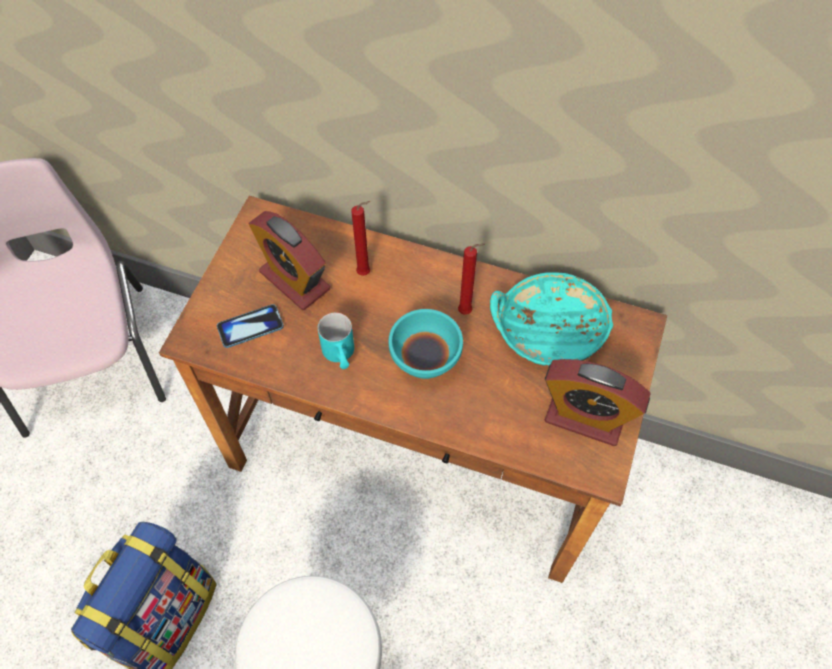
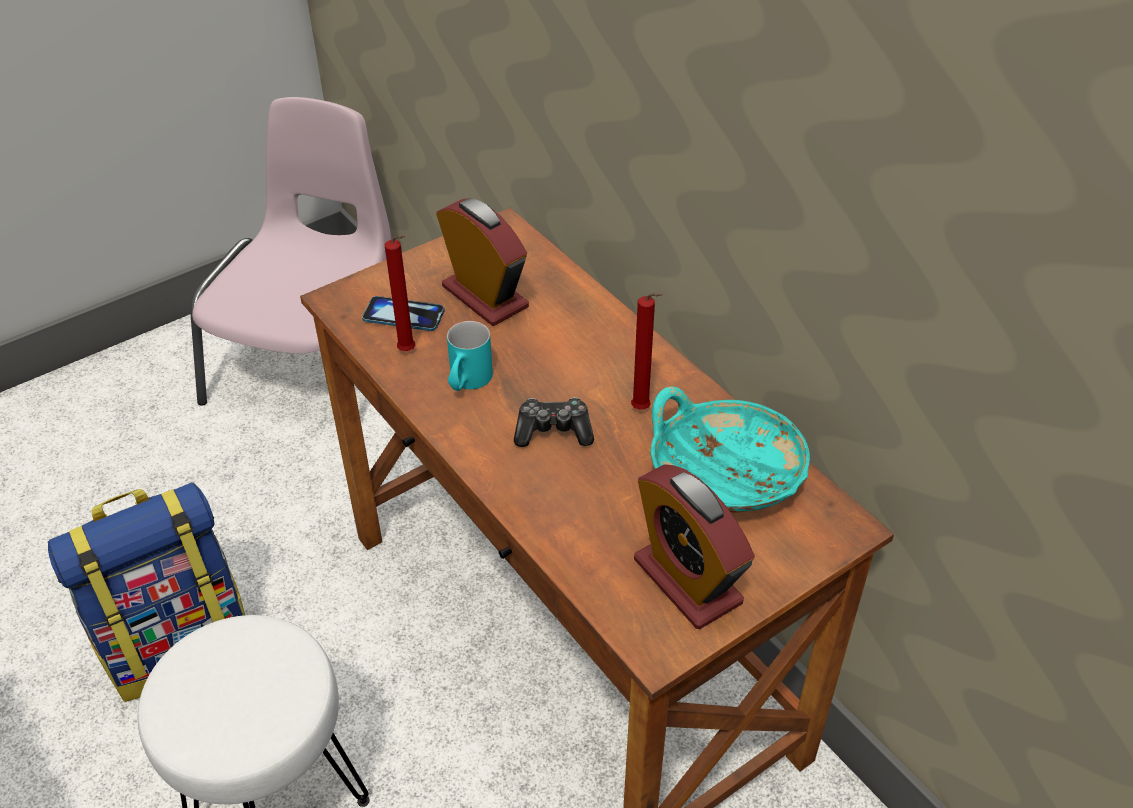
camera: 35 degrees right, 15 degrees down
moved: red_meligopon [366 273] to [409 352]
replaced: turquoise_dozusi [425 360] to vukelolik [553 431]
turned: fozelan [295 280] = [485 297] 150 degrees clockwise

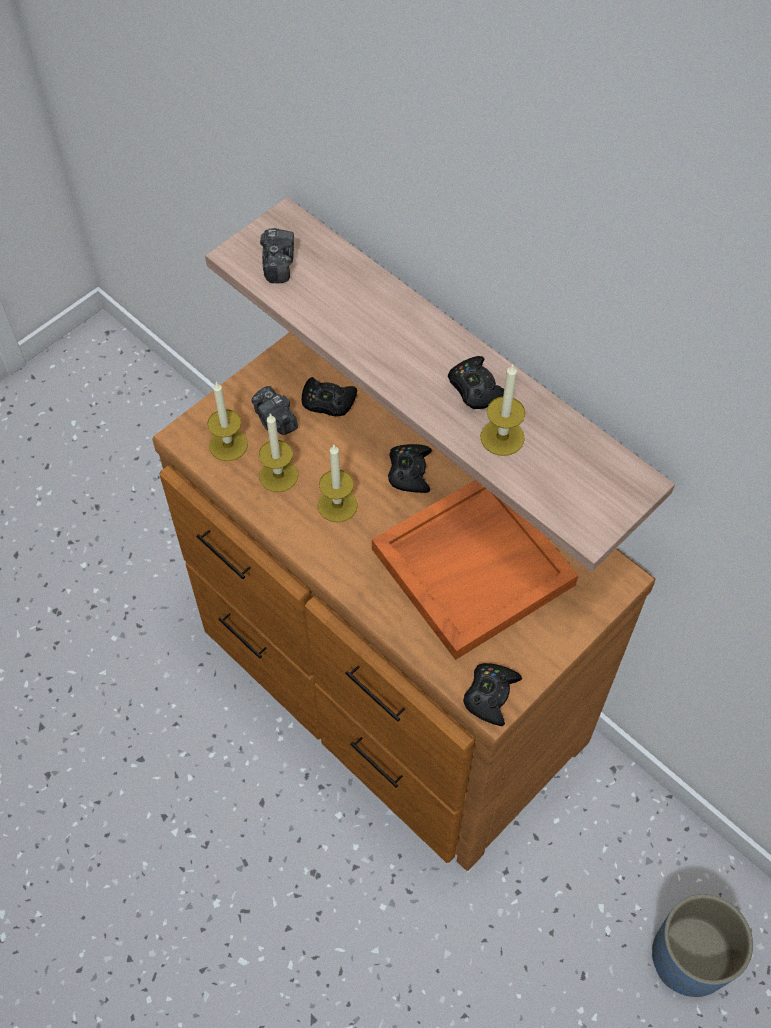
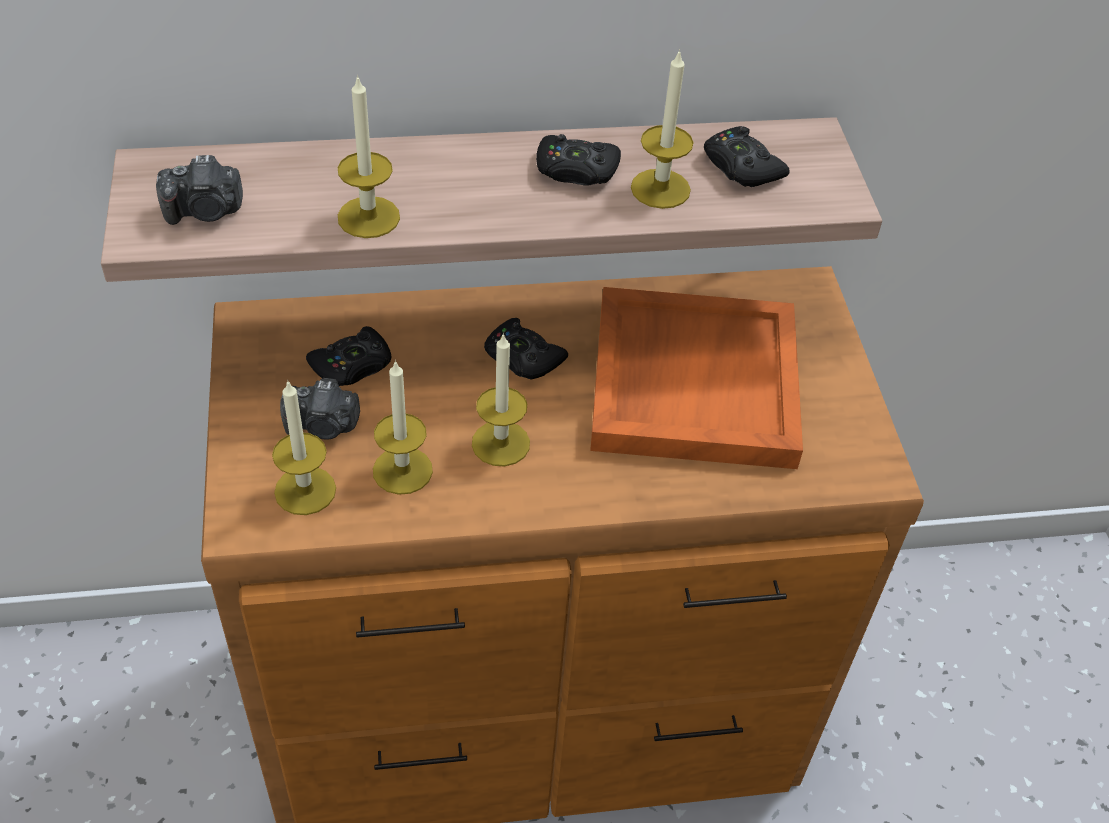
camera: 55 degrees left, 10 degrees down
removed: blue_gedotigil [689 957]
added: meligopon [368 217]
moved: black_vukelolik [490 695] to [741 166]
turned: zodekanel [278 264] = [205 211] 135 degrees clockwise

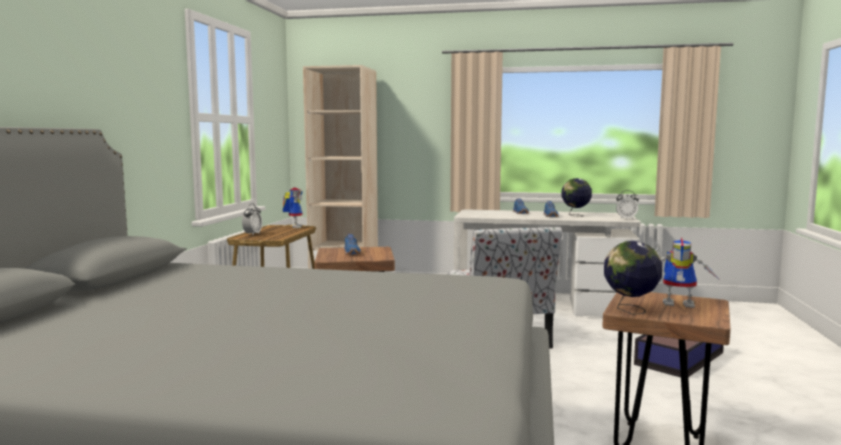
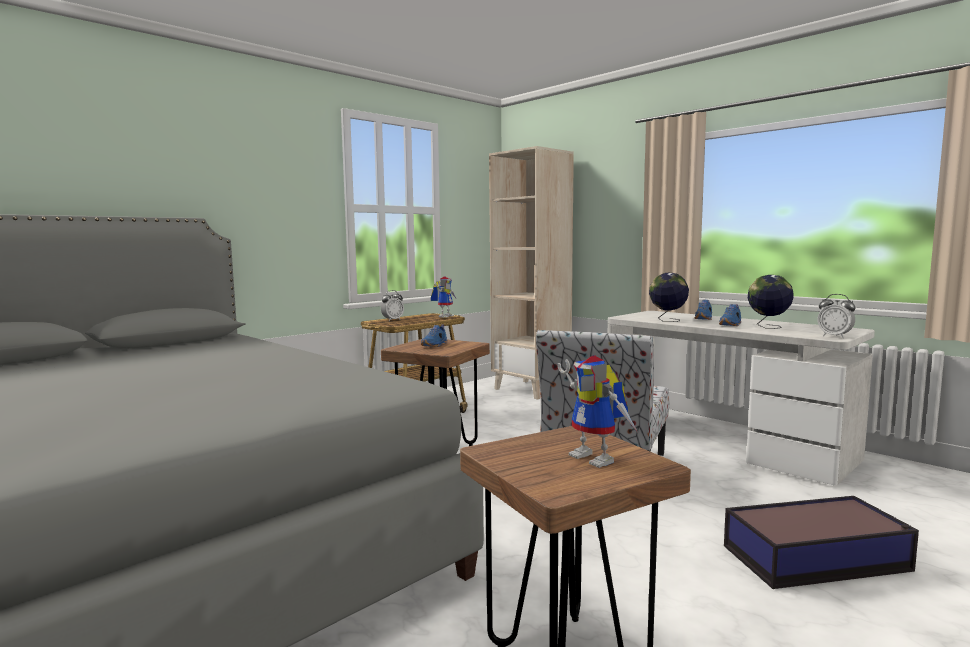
camera: 35 degrees right, 0 degrees up
moved: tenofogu [630 310] to [667 320]

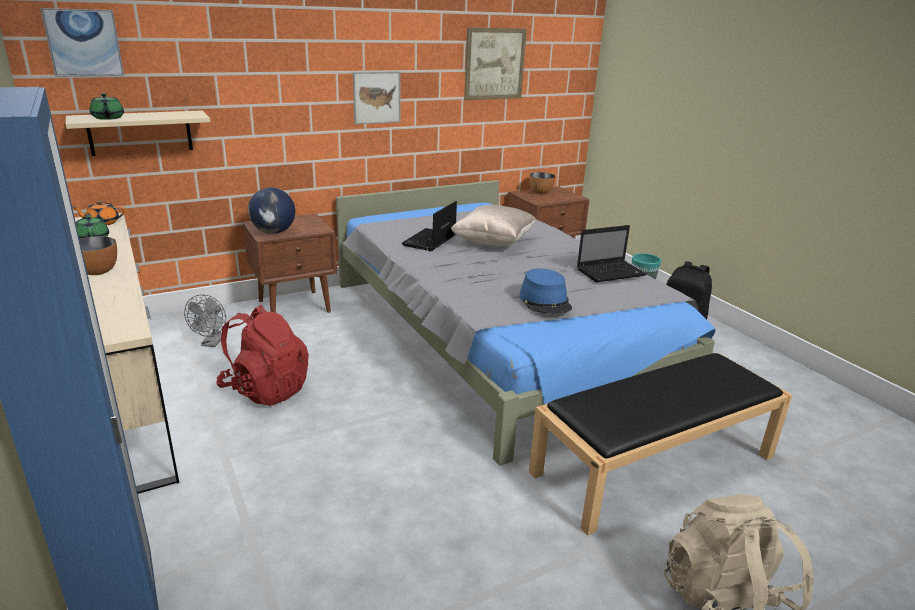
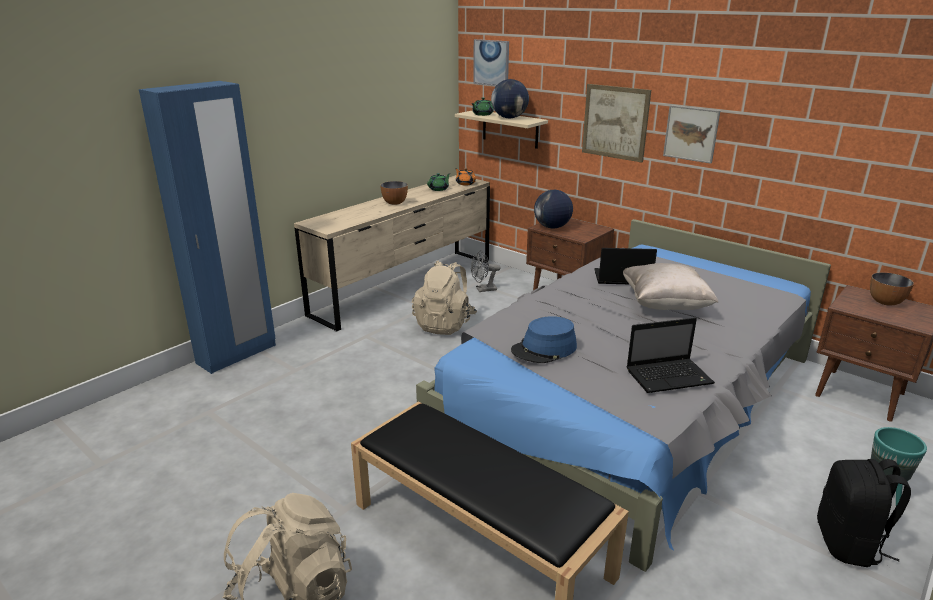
camera: 70 degrees right, 0 degrees up
added: tenofogu [509 118]
moved: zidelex [494 64] to [615 122]
recoloured: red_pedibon [266 389] to beige_pedibon [445 324]
turned: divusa [611 272] = [670 376] 60 degrees counterclockwise

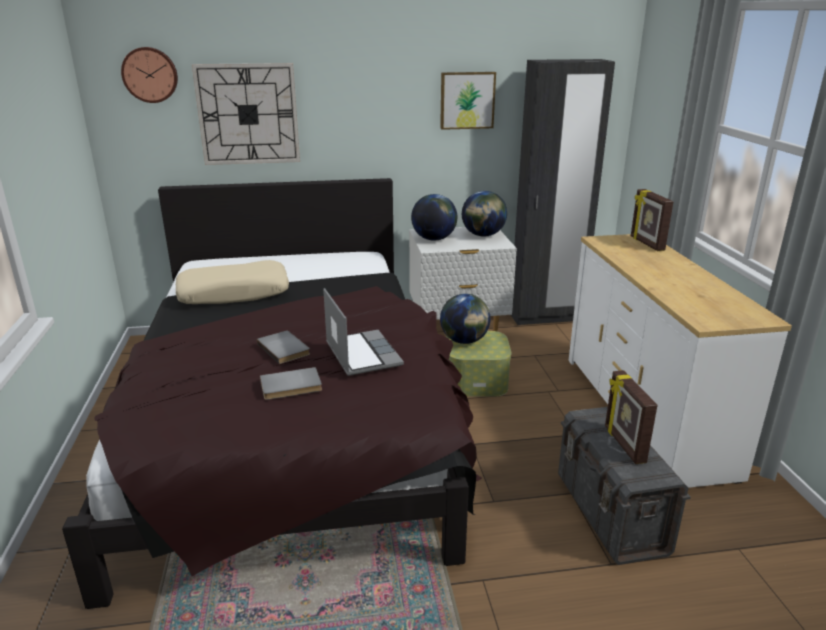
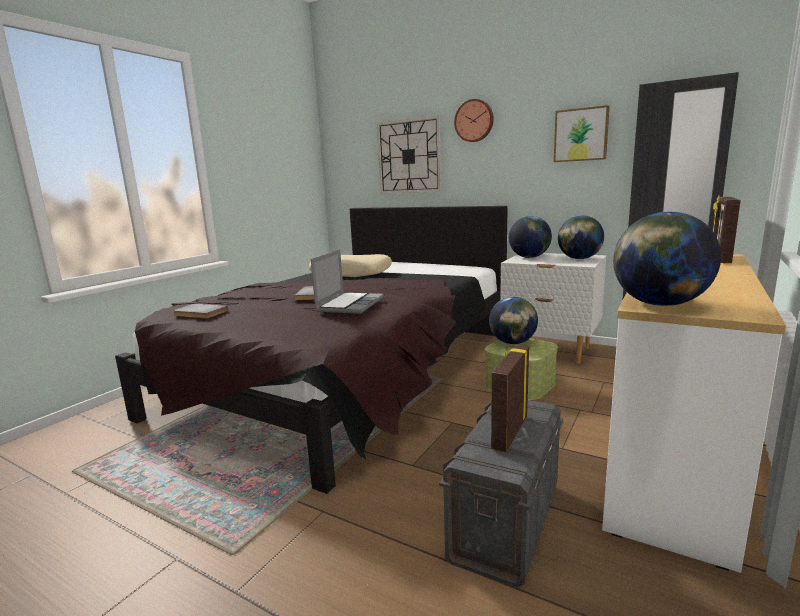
camera: 40 degrees right, 10 degrees down
added: tenofogu [659 304]
moved: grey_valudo [291 387] to [199 313]; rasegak [150 75] to [474 121]

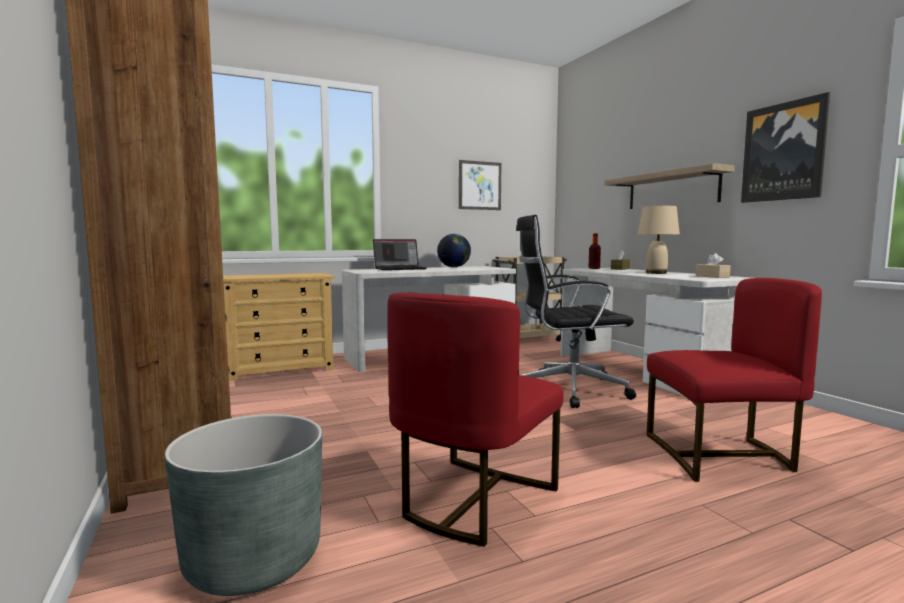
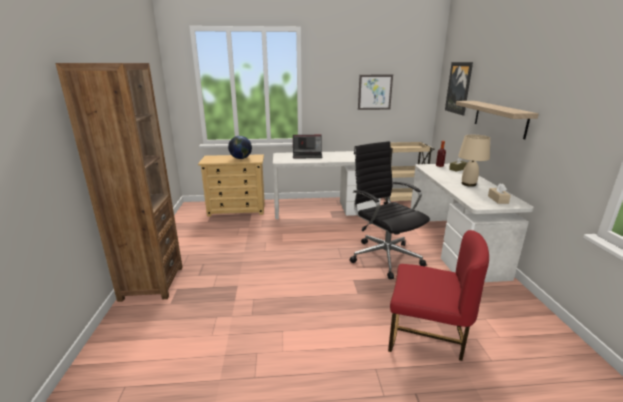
camera: 20 degrees right, 15 degrees up
removed: grey_gedotigil [253 560]; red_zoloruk [474 500]
moved: tenofogu [454 267] to [241 158]; zidelex [783 152] to [459 88]
turned: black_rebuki [568 390] = [384 256] 45 degrees clockwise

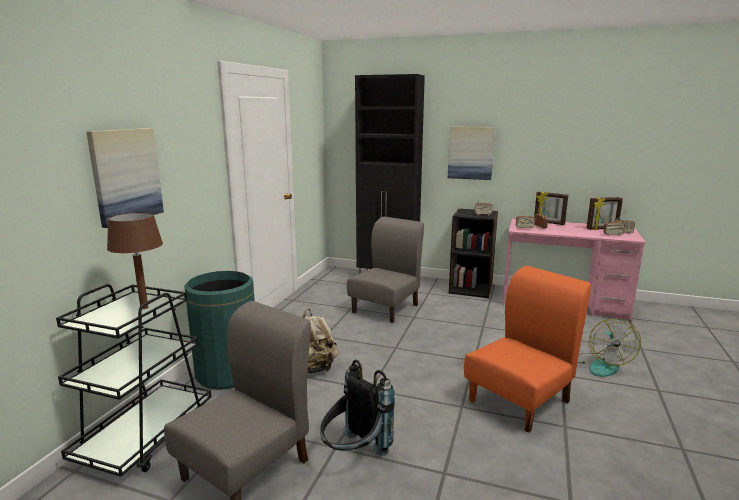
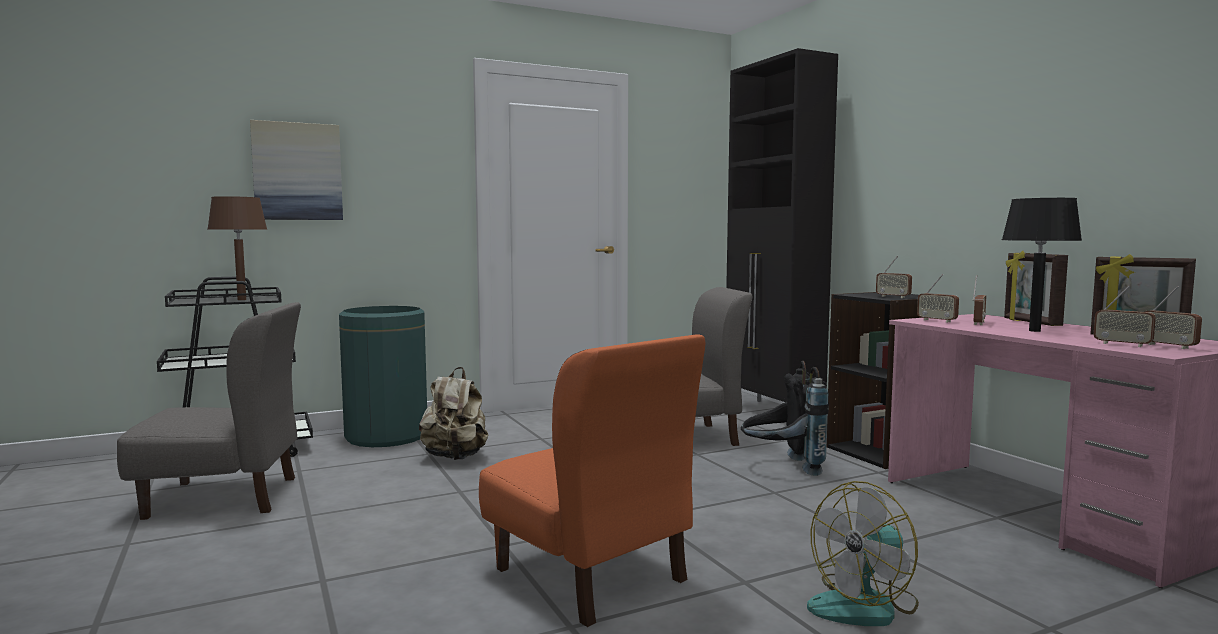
camera: 45 degrees right, 10 degrees down
removed: zidelex [471 153]
added: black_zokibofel [1034 331]
moved: black_pedibon [354 455] to [782 467]
turned: orange_zoloruk [520 401] = [590 575] 45 degrees clockwise

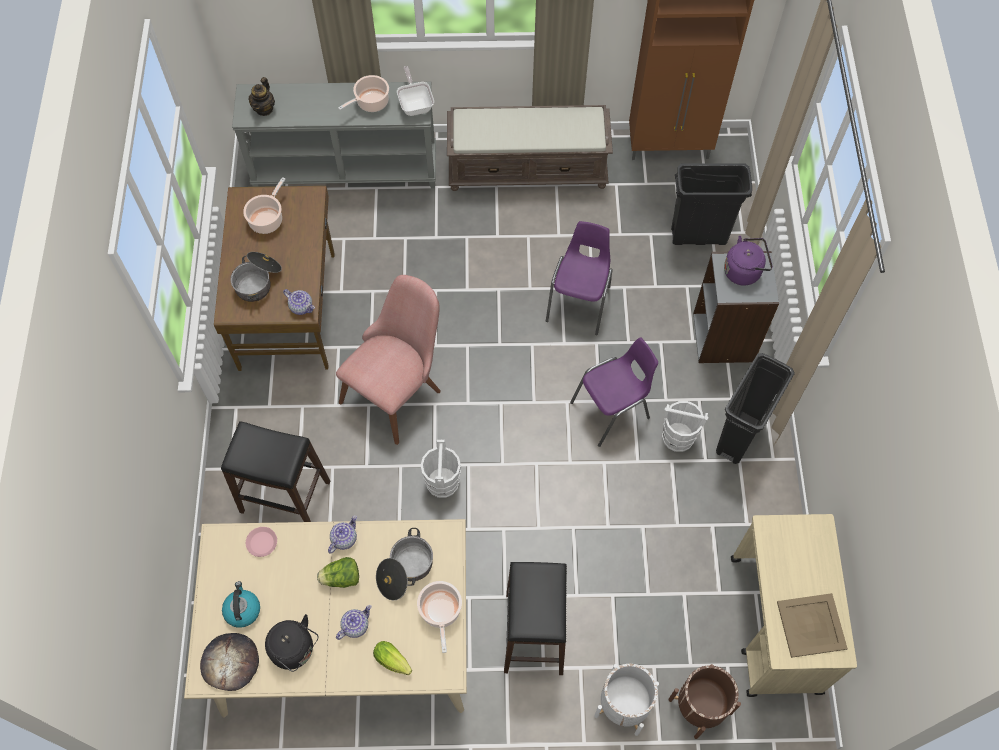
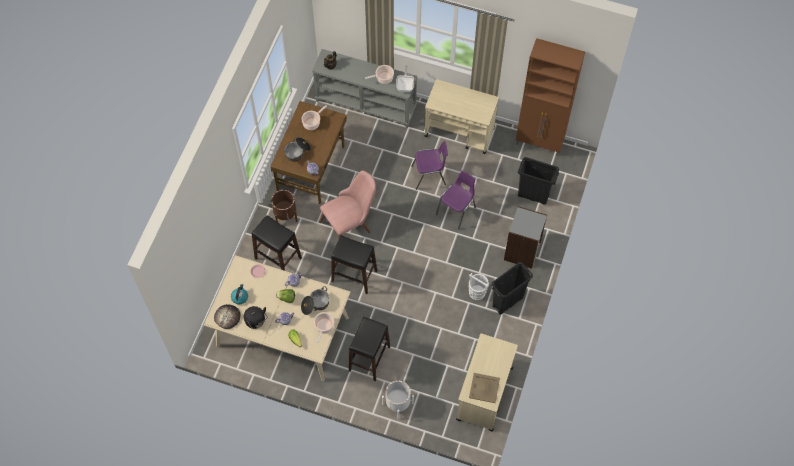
camera: 20 degrees right, 0 degrees up
removed: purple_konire [744 271]
moved: brown_gedotigil [700 706] to [285 214]; purple_zoloruk [612 410] to [429 175]
replaced: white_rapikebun [442 482] to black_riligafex [354 276]; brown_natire [528 169] to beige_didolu [460 132]

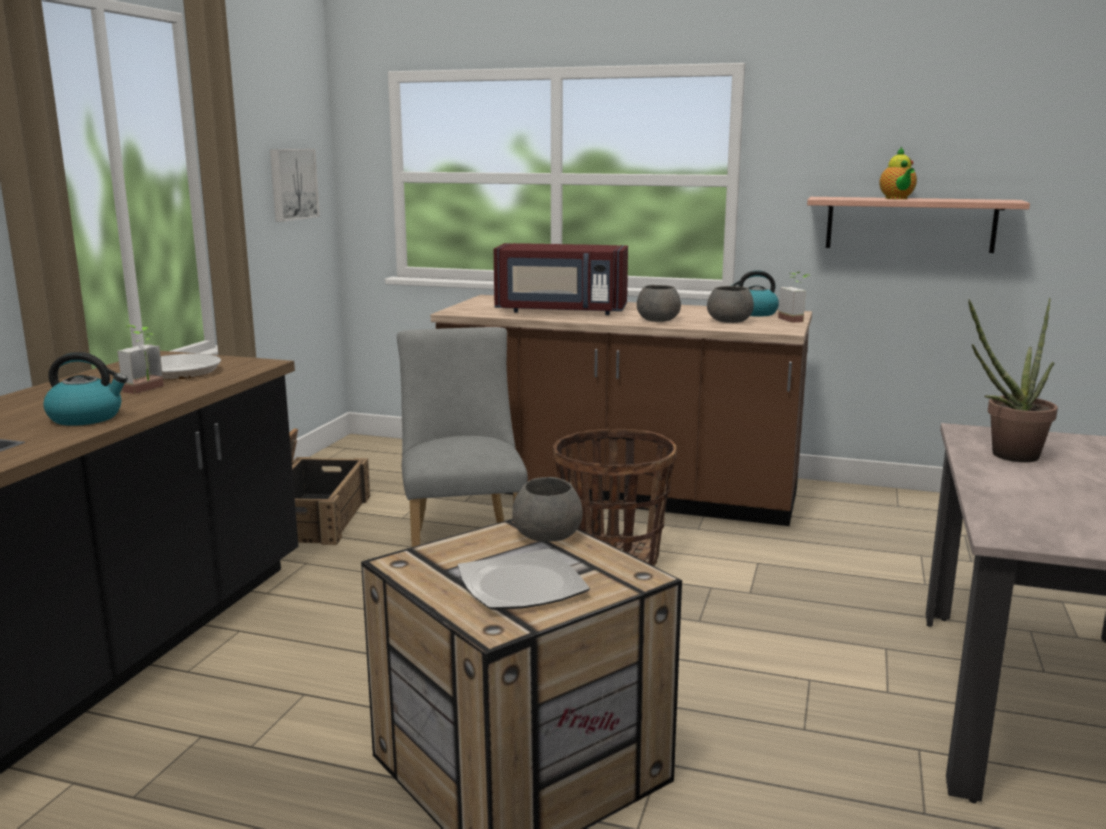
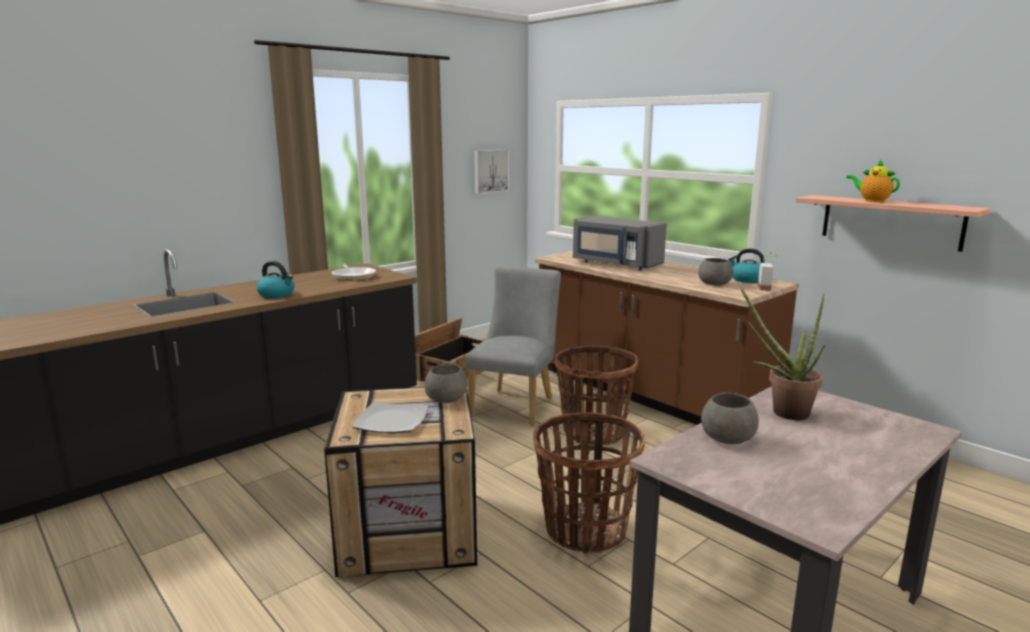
camera: 30 degrees right, 0 degrees up
removed: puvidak [148 390]
added: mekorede [585 530]
moved: grey_dozusi [658 320] to [727 438]
recoloured: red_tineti [561 311] to grey_tineti [615 264]
turned: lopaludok [897 198] = [872 201] 105 degrees clockwise

